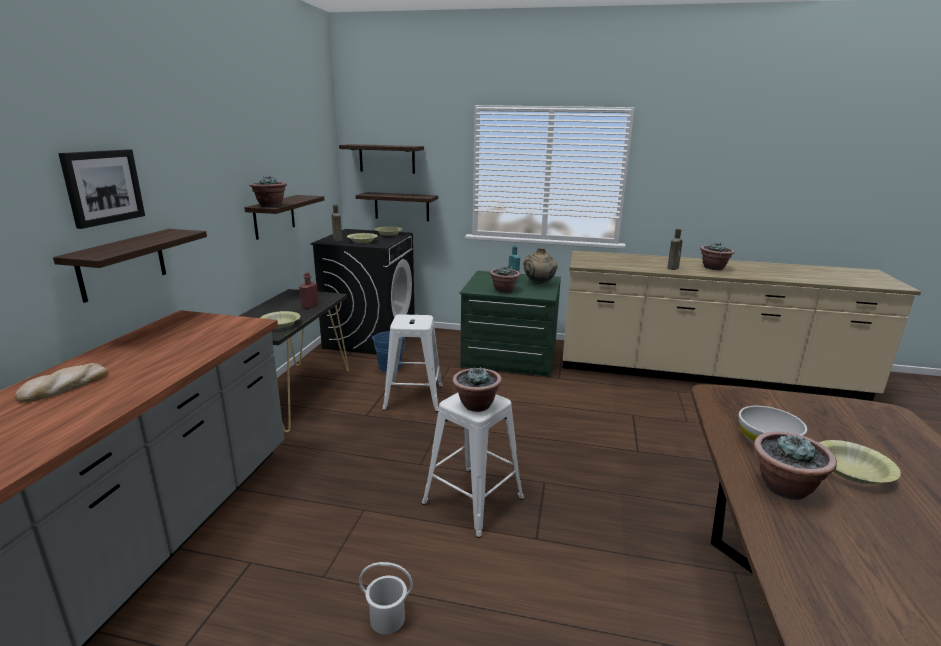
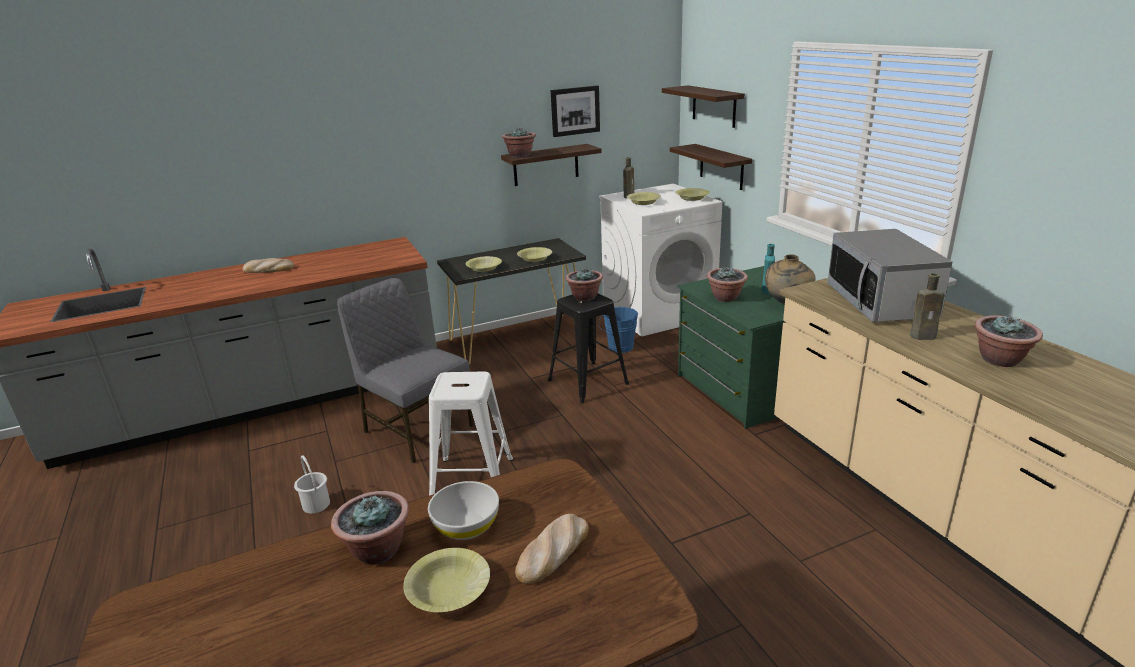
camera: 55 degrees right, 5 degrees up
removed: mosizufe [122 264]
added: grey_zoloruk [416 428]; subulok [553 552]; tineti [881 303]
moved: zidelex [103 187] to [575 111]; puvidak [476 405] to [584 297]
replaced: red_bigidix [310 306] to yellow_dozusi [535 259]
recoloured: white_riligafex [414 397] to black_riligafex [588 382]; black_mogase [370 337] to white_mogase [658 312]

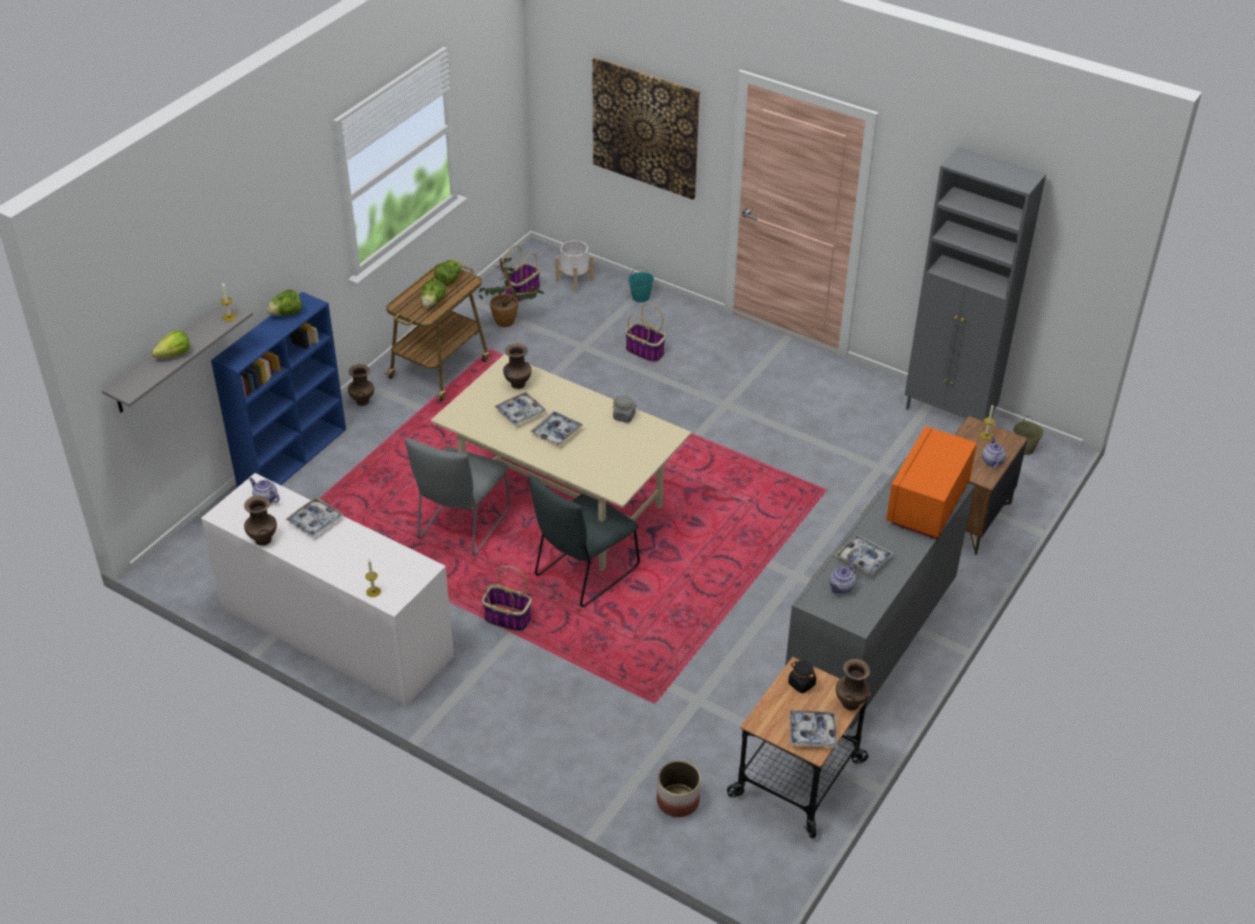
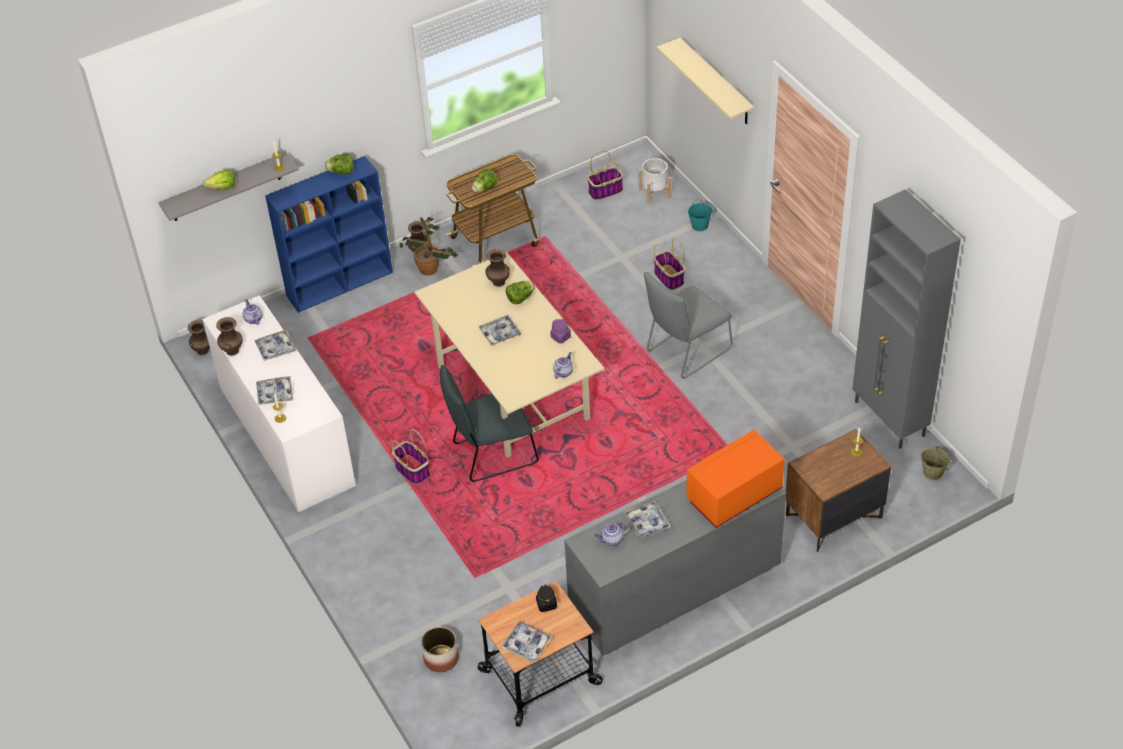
camera: 30 degrees right, 5 degrees up
moved: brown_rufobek [850 703] to [203 350]; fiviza [520 413] to [275 394]; puvidak [510 322] to [431 271]; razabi [449 280] to [520 298]; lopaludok [992 461] to [563 372]; grey_zoloruk [461 526] to [686 352]
replaced: zidelex [645 128] to beige_mosizufe [716 82]
recoloured: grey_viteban [624 416] to purple_viteban [561 337]

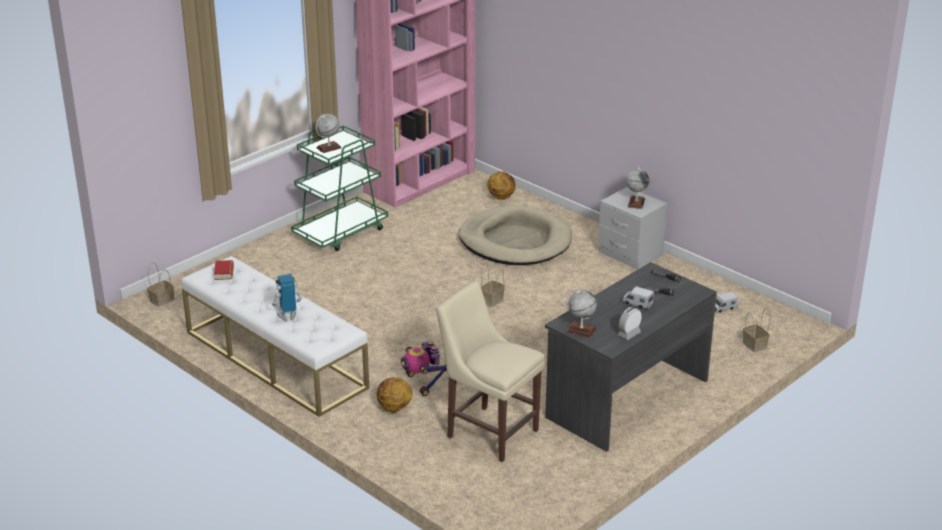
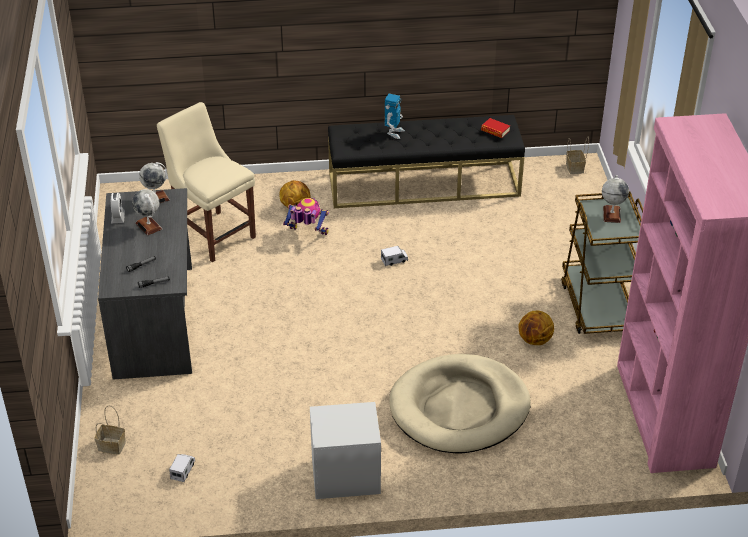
camera: 130 degrees right, 10 degrees up
removed: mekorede [491 301]
moved: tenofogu [636 203] to [149 226]; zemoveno [637 303] to [394 260]; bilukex [501 197] to [535 340]
recoloured: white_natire [275 359] to black_natire [424 184]; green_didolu [341 232] to brown_didolu [598 306]
turned: beige_zoloruk [489 431] = [213 234] 120 degrees counterclockwise

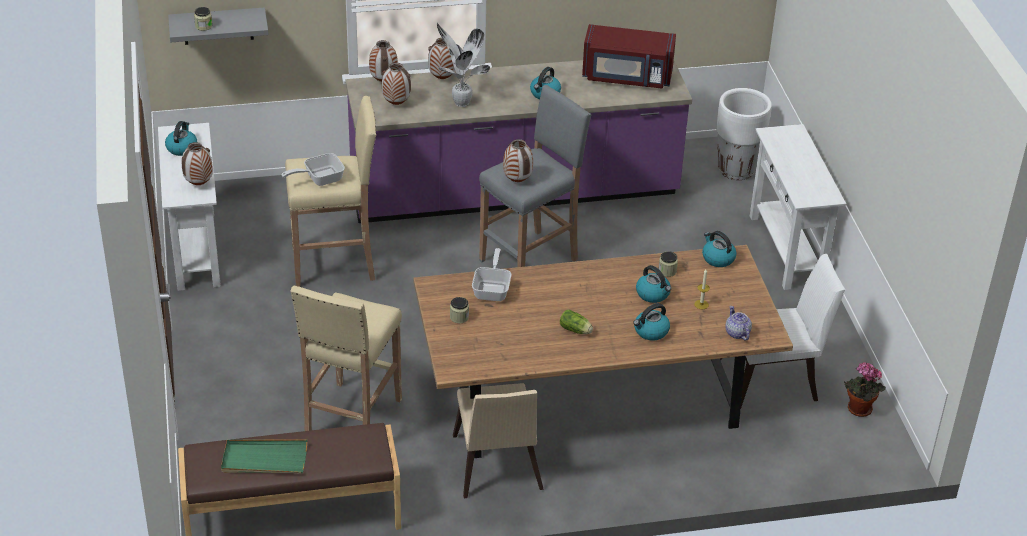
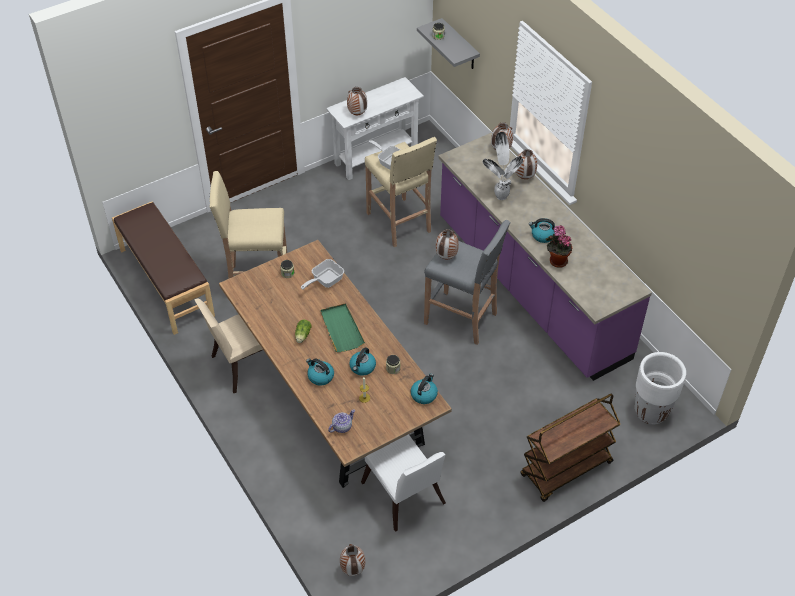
camera: 70 degrees right, 10 degrees up
removed: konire [182 148]; red_tineti [627 77]
moved: green_fiviza [264 459] to [341 329]; rufobek [396 104] to [352 569]; puvidak [858 410] to [556 261]
replaced: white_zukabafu [786 250] to brown_didolu [566 470]
turned: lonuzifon [492 289] = [324 281] 150 degrees clockwise

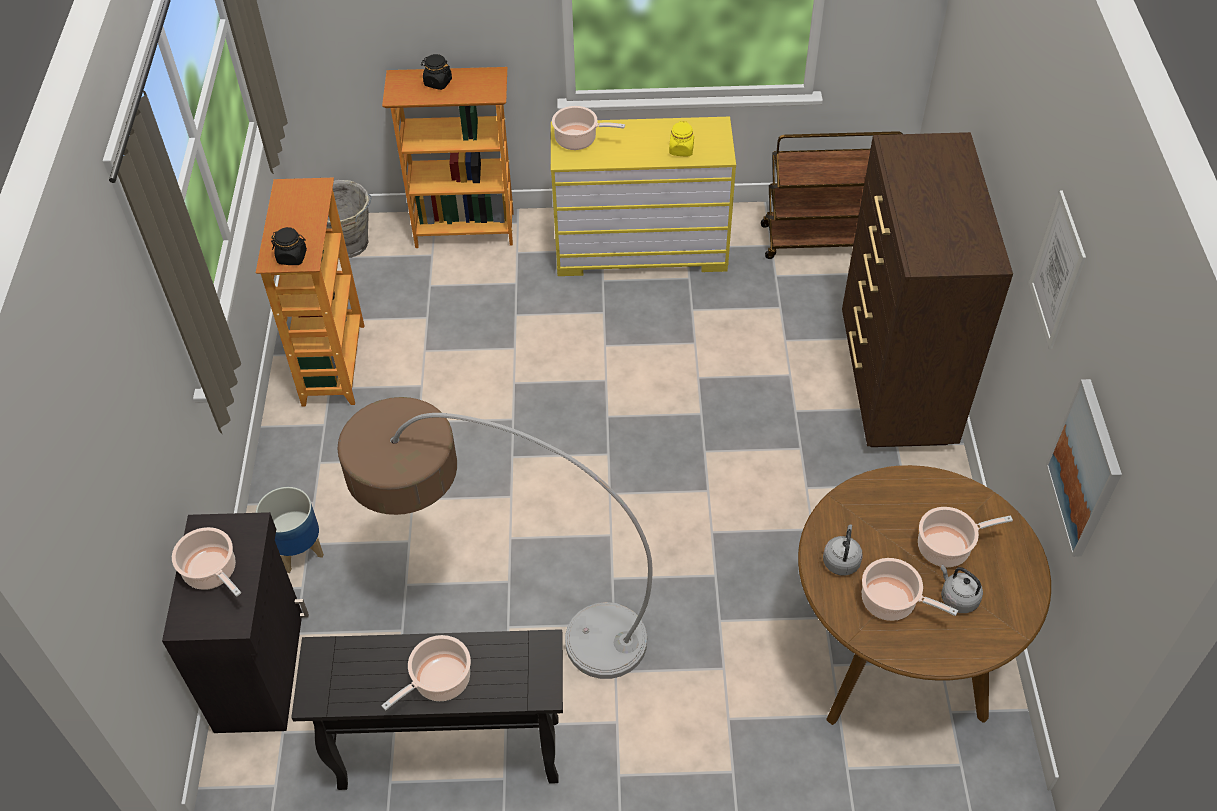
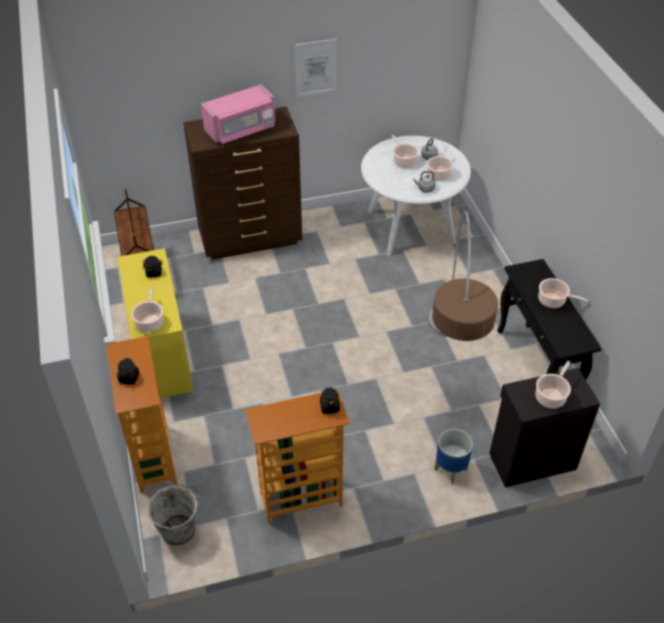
camera: 105 degrees left, 5 degrees down
removed: zidelex [1086 469]
added: pink_tineti [241 129]
recoloured: yellow_viteban [681 150] to black_viteban [154 272]; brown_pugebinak [896 651] to white_pugebinak [410 226]

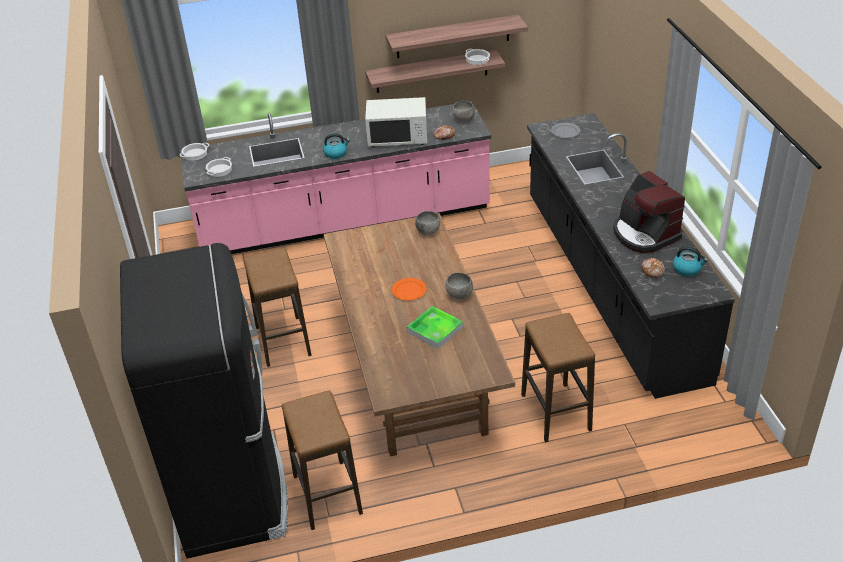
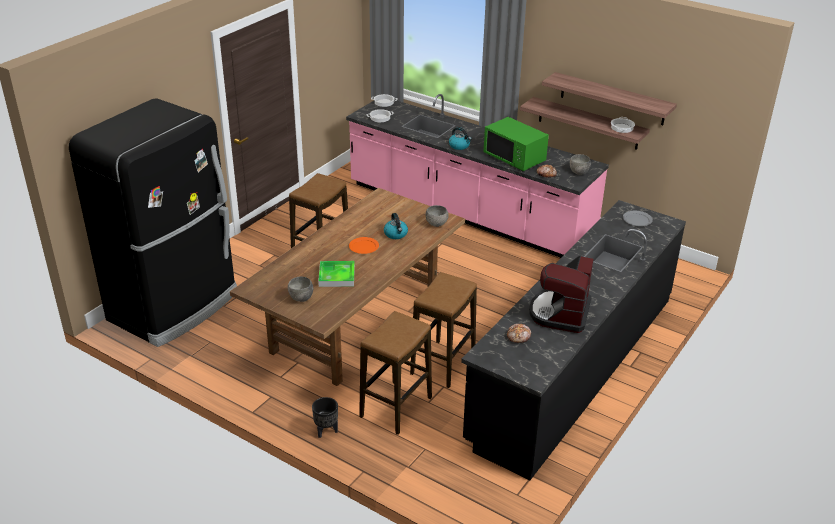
camera: 45 degrees right, 5 degrees down
added: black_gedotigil [326 431]
moved: grey_dozusi [459 296] to [301 298]; konire [687 269] to [396 234]; riligafex [327 495] to [443 364]
recoloured: white_tineti [398 137] to green_tineti [514 158]

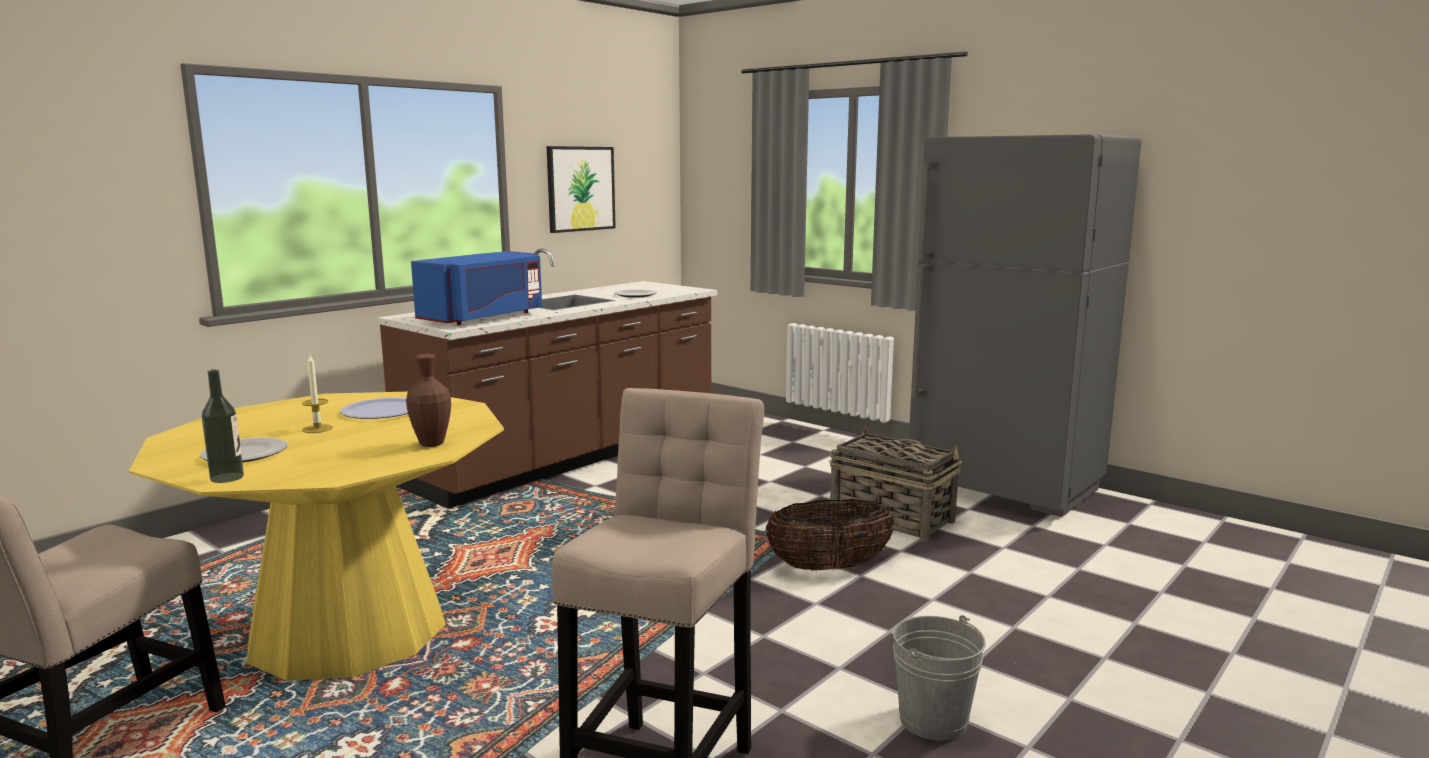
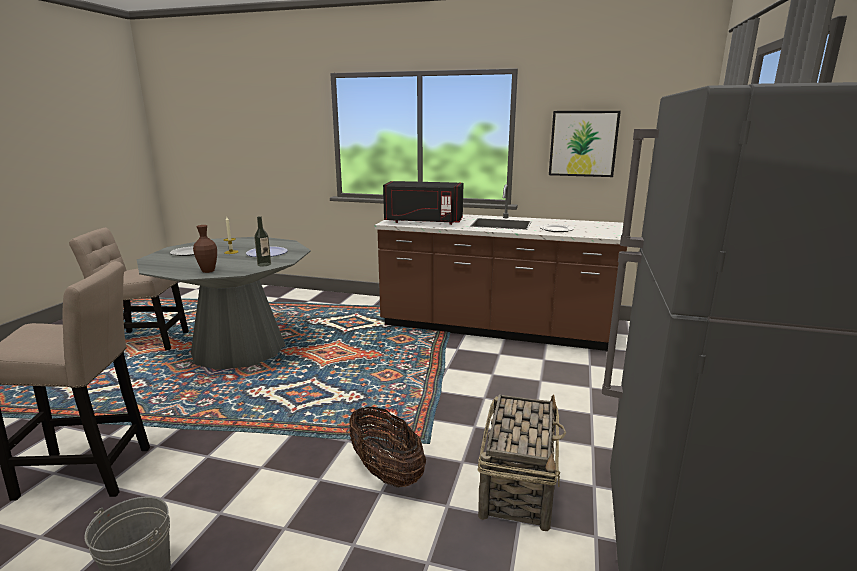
camera: 65 degrees right, 5 degrees up
moved: bigidix [227 477] to [264 264]
recoloured: yellow_pugebinak [349 631] to grey_pugebinak [239 349]; blue_tineti [484 317] to black_tineti [423 222]

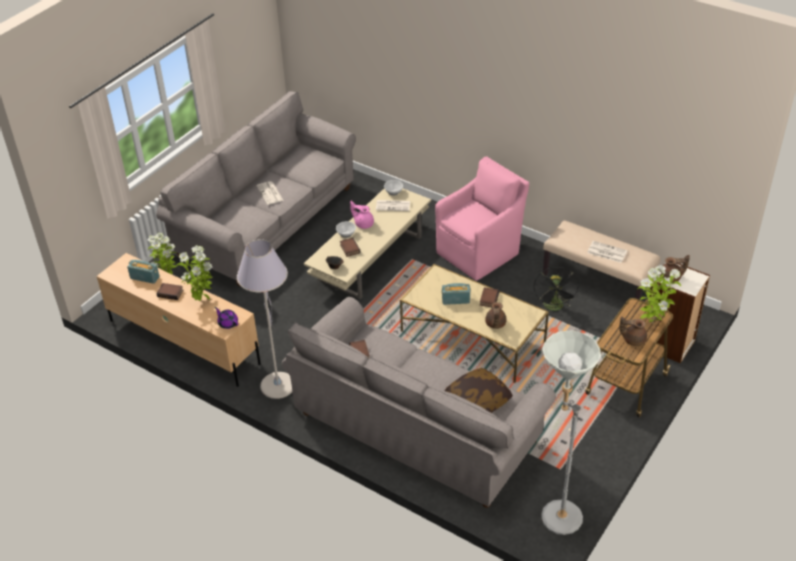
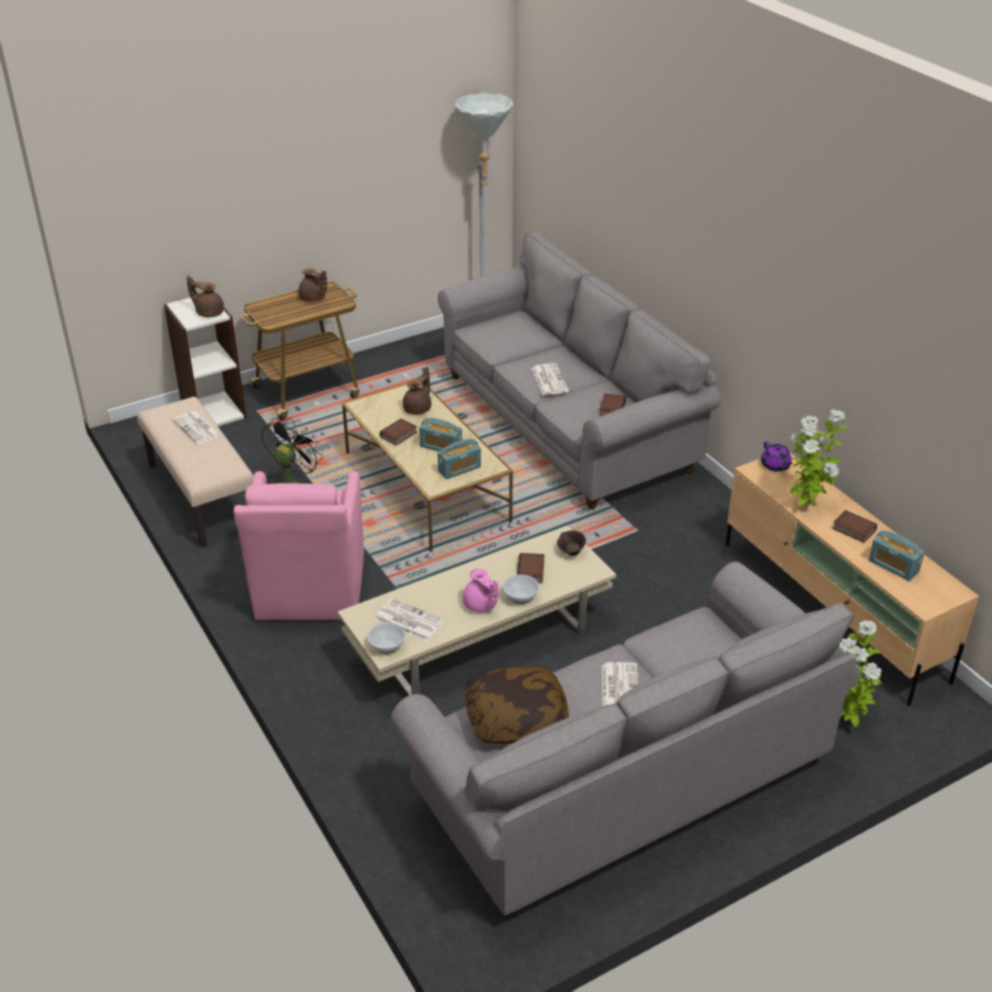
camera: 155 degrees left, 5 degrees down
removed: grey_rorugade [277 386]; puvidak [652 322]
added: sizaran [459 469]; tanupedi [549 379]
moved: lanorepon [477 401] to [516 718]
turned: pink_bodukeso [480 252] = [309 590] 75 degrees counterclockwise

